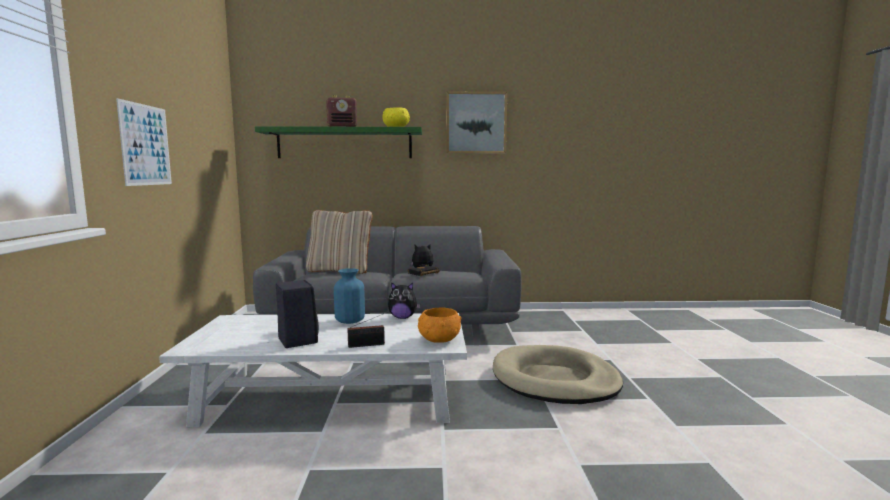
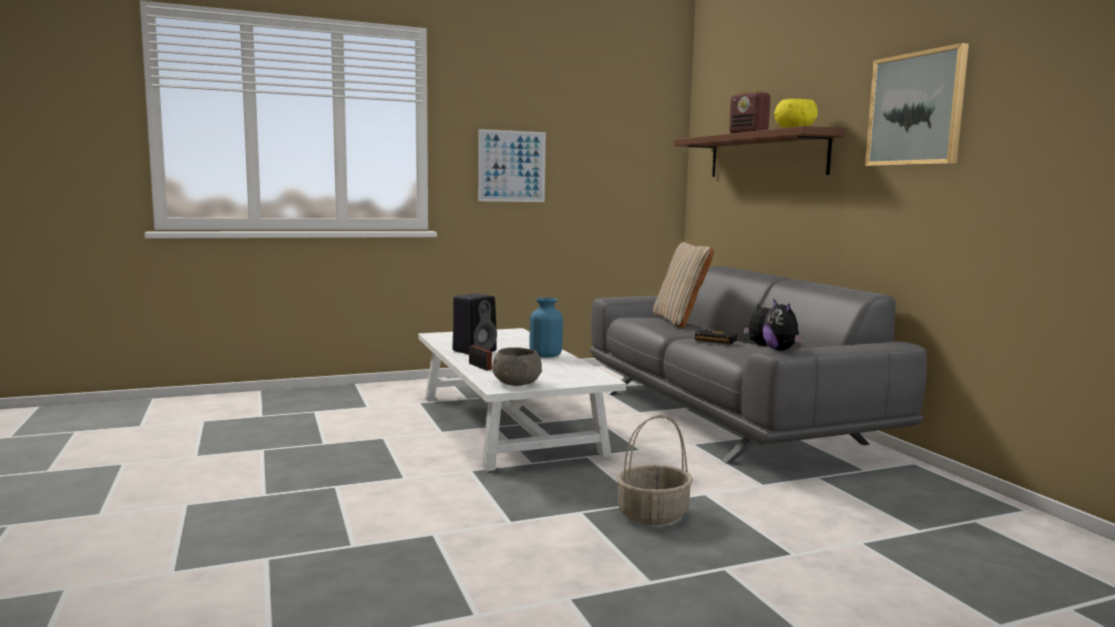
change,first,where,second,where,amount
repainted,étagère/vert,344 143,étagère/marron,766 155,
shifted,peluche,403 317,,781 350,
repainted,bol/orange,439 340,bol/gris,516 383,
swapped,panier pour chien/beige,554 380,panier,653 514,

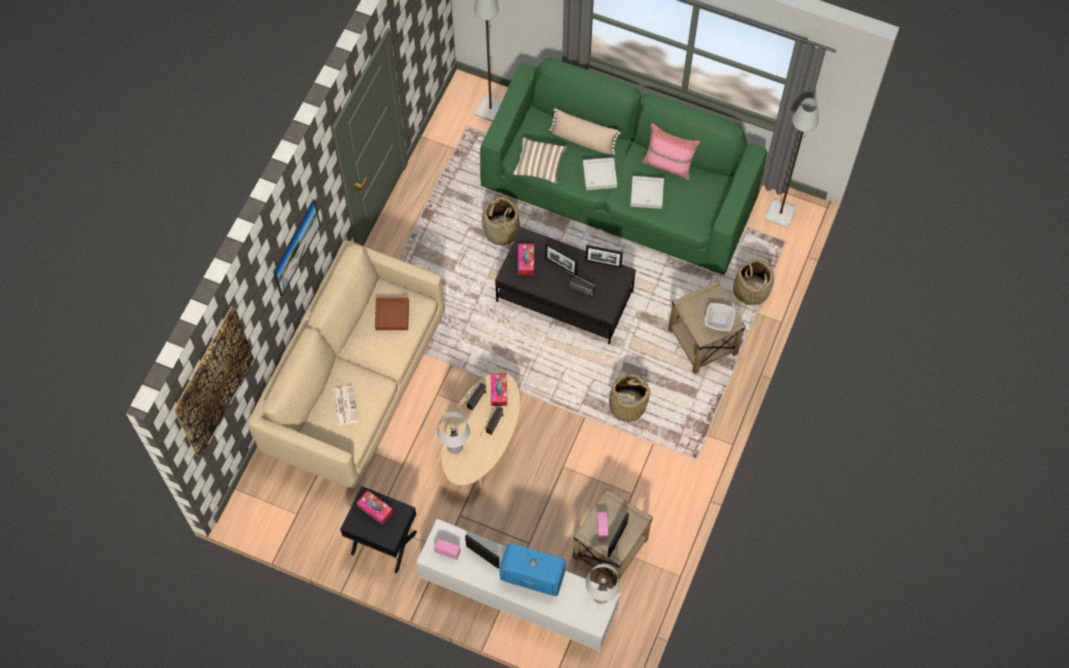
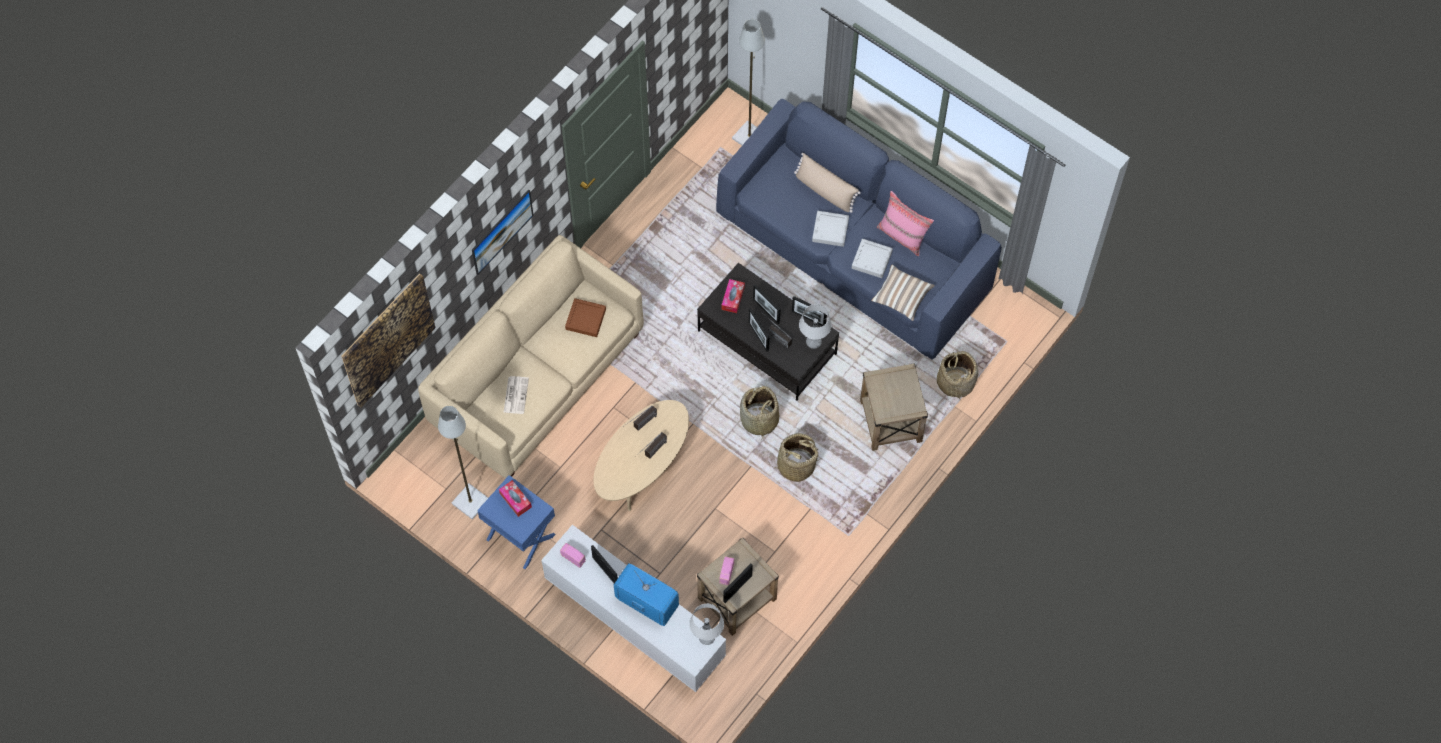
change,first,where,second,where,amount
repainted,table de chevet/noir,383 543,table de chevet/bleu,520 537,
shifted,lampe de table/gris,455 447,,813 342,
repainted,canapé/vert,619 192,canapé/bleu,853 251,
shifted,panier,501 231,,759 420,
gone,boîte à mouchoirs,498 391,,,
shifted,coussin,539 165,,902 297,
gone,bol,718 321,,,
shifted,lampadaire/gris,781 213,,471 501,
new,,,cadre photo,758 336,

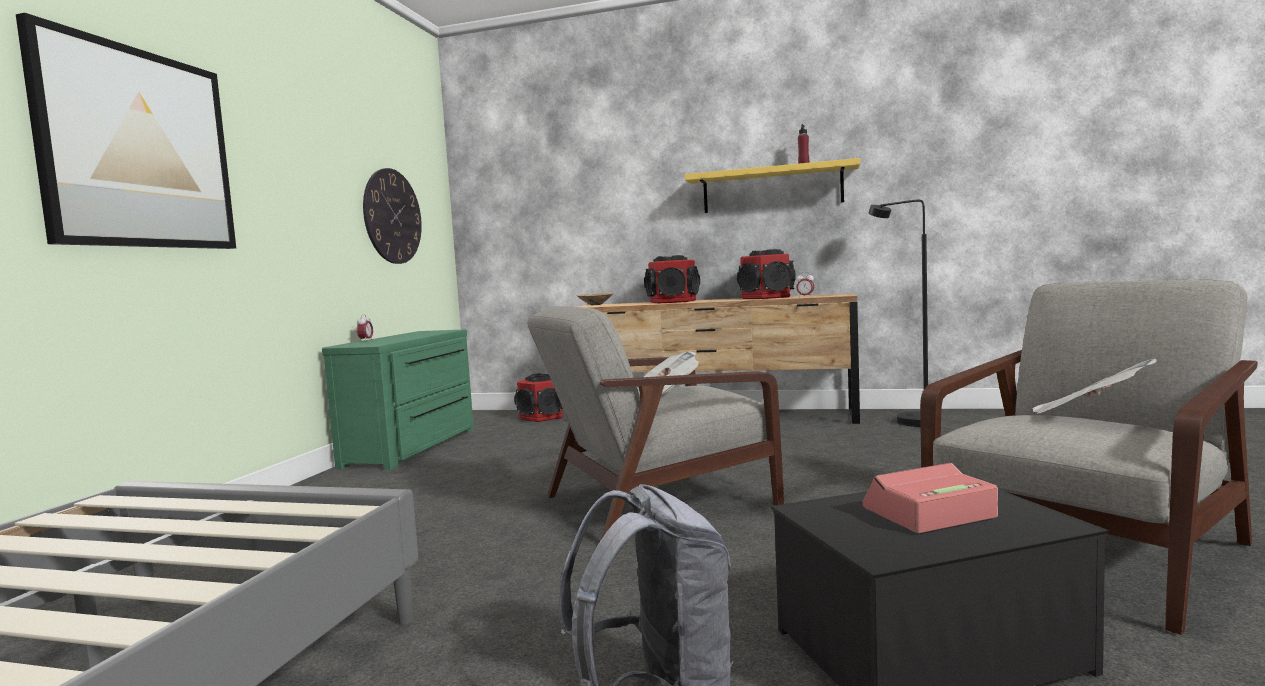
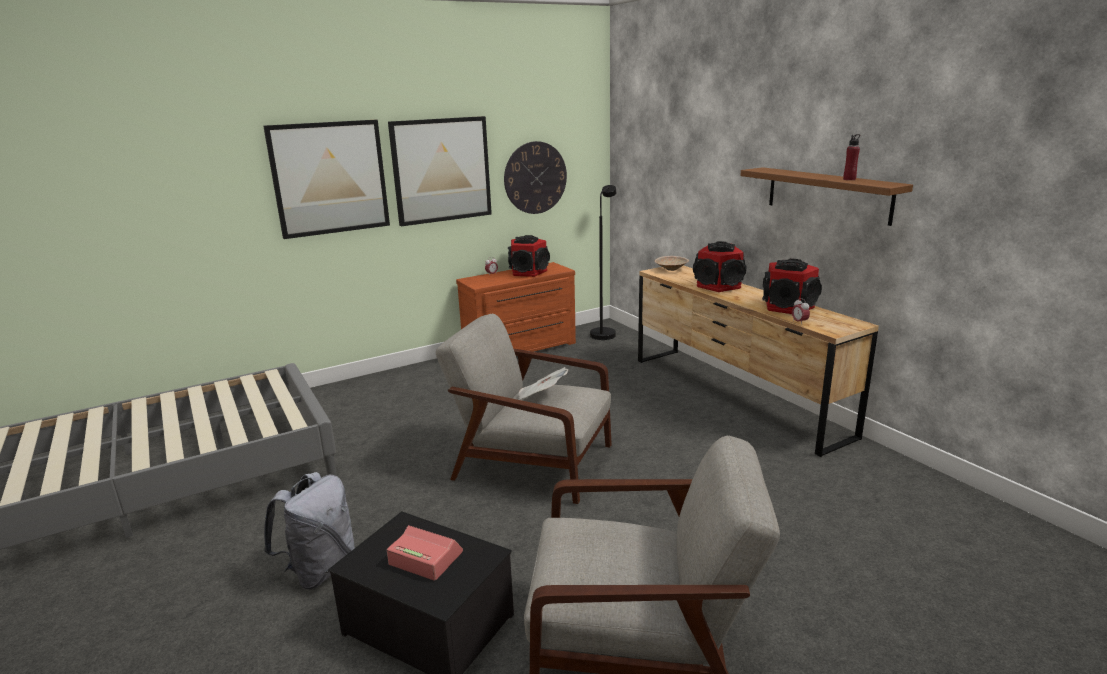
change,first,where,second,where,amount
repainted,commode/vert,414 447,commode/marron,521 349,
shifted,enceinte,543 417,,528 272,
repainted,étagère/jaune,772 189,étagère/marron,827 194,
shifted,lampadaire/noir,908 420,,604 333,
gone,journal,1087 416,,,
new,,,tableau,441 170,

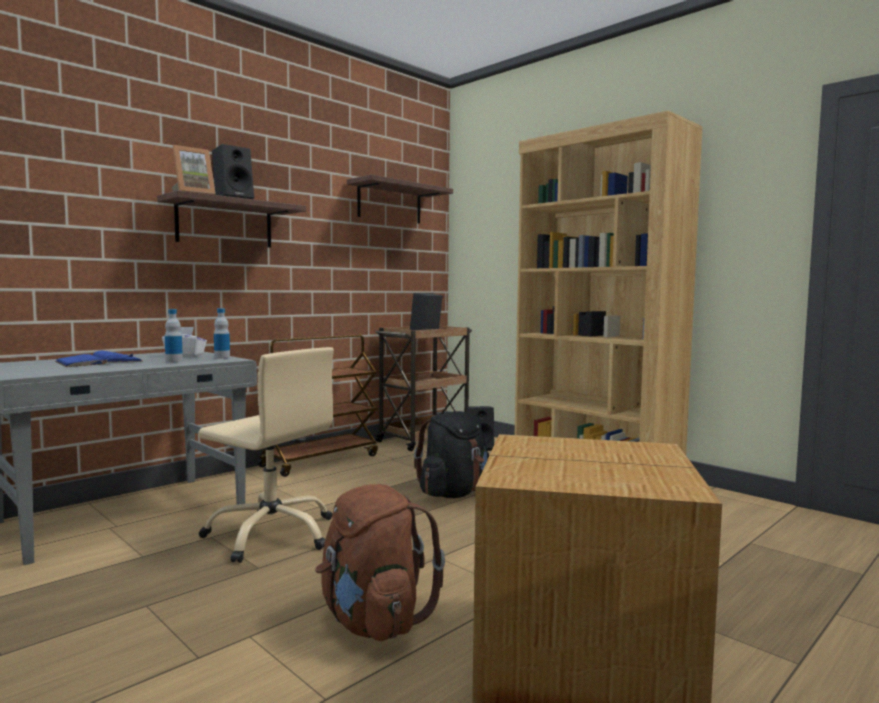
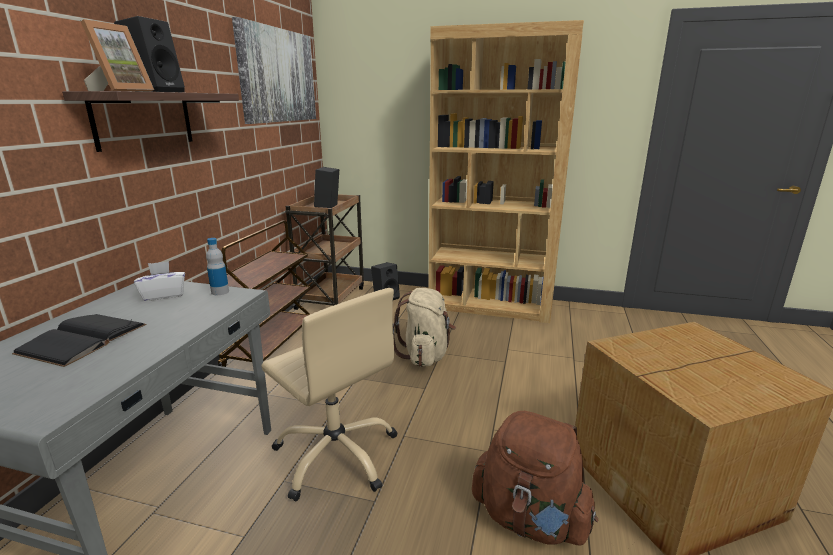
change,first,where,second,where,amount
repainted,livre/bleu,99 361,livre/noir,83 338,
gone,bouteille,174 361,,,
rotated,chaise de bureau/beige,272 534,,337 454,45 degrees clockwise
swapped,étagère,389 203,tableau,278 76,
repainted,sac à dos/noir,454 493,sac à dos/beige,425 355,

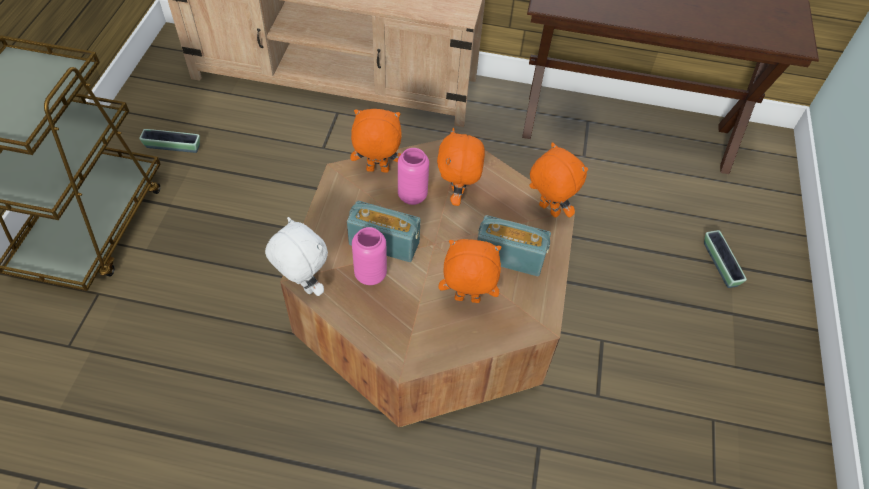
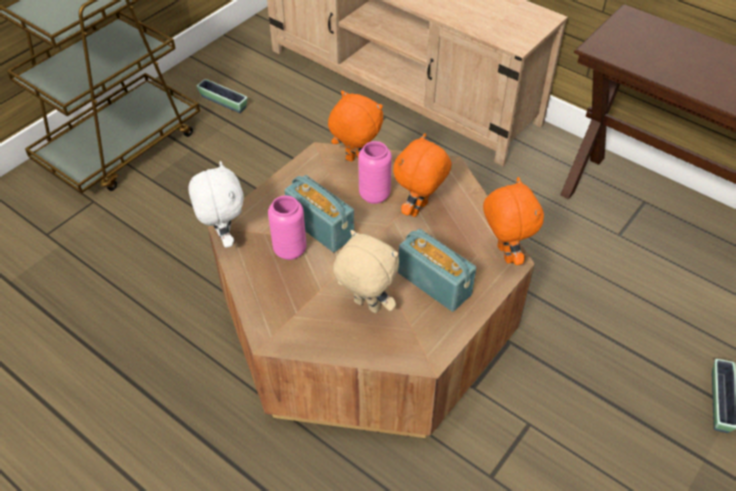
change,first,where,second,where,amount
repainted,peluche/orange,466 300,peluche/beige,365 306,

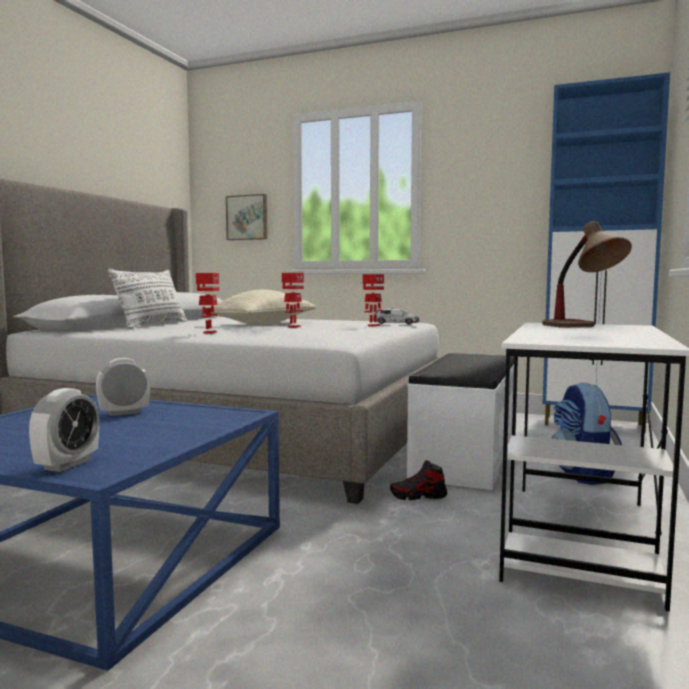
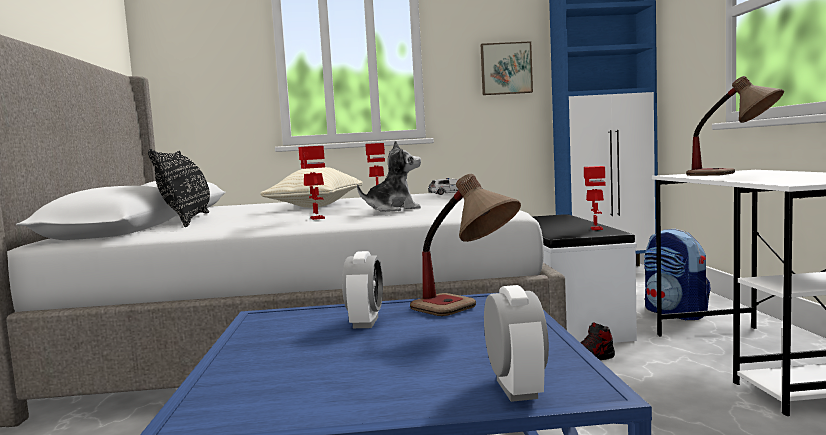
change,first,where,second,where,amount
rotated,réveil,124 413,,365 322,150 degrees clockwise
repainted,coussin/blanc,152 325,coussin/noir,187 220,
shifted,tableau,247 217,,506 68,
shifted,robot jouet,373 325,,595 229,
new,,,peluche,393 209,
new,,,lampe de table,467 312,

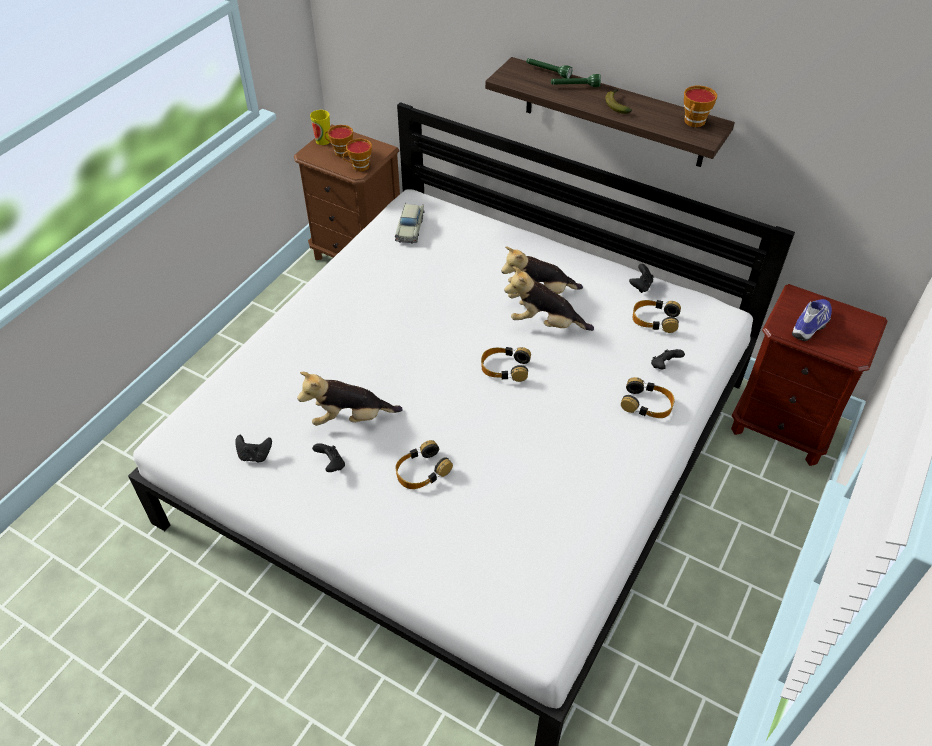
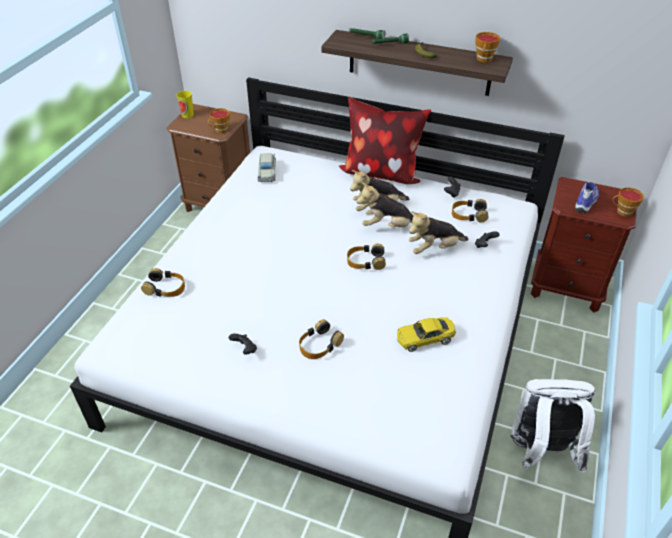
change,first,where,second,where,amount
gone,manette/noir,255 455,,,
shifted,peluche,350 418,,434 248,
shifted,tasse,340 152,,622 212,
shifted,casque audio,647 404,,165 288,
new,,,coussin,381 172,
new,,,petite voiture/jaune,425 338,
new,,,sac à dos/blanc,541 450,

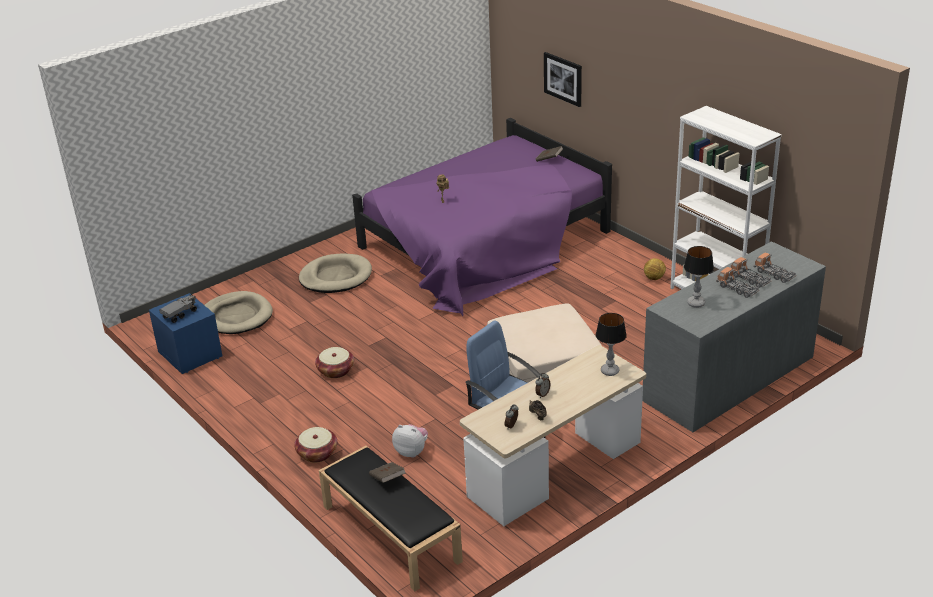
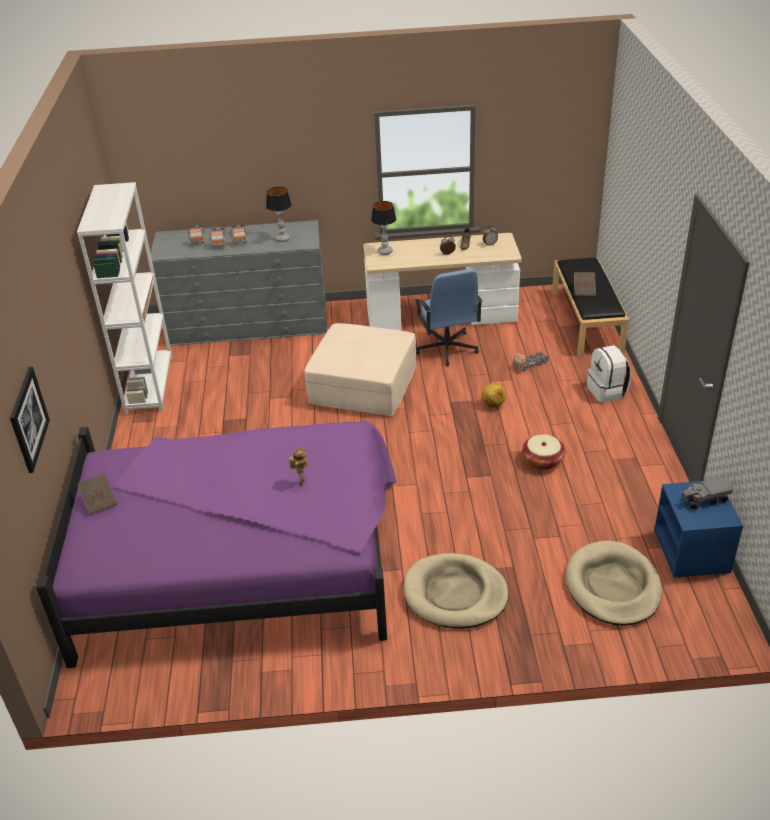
change,first,where,second,where,amount
swapped,panier,317 453,sac à dos/blanc,607 391,
swapped,peluche,411 451,camion jouet,530 364,
shifted,ballon de foot,654 278,,493 404,

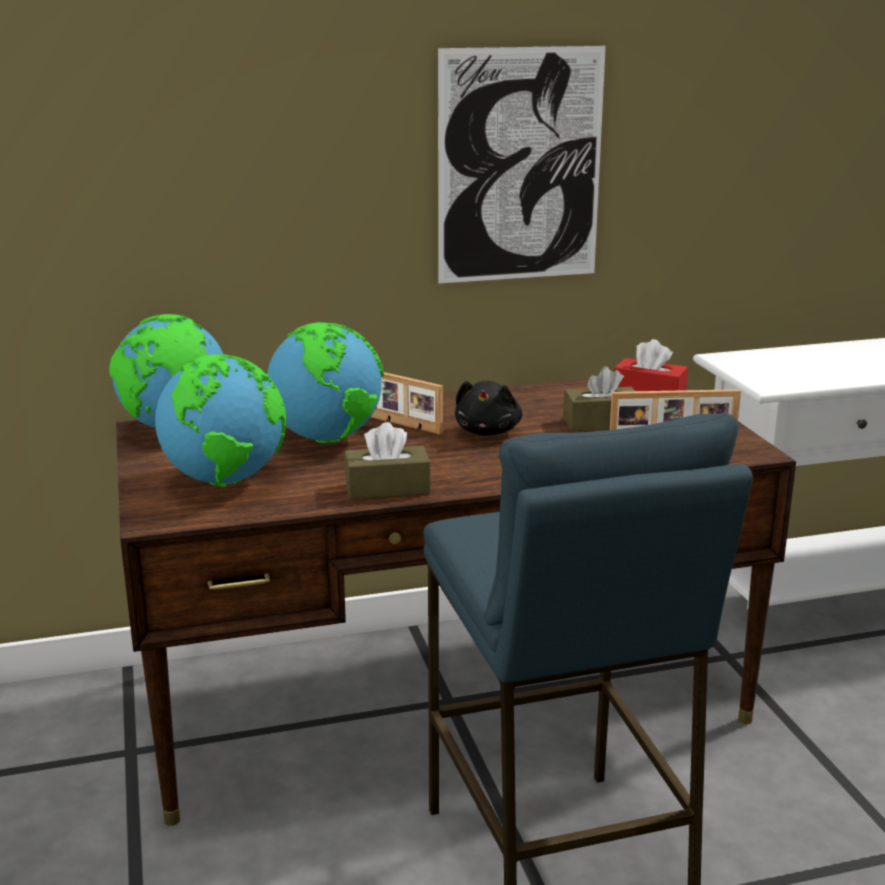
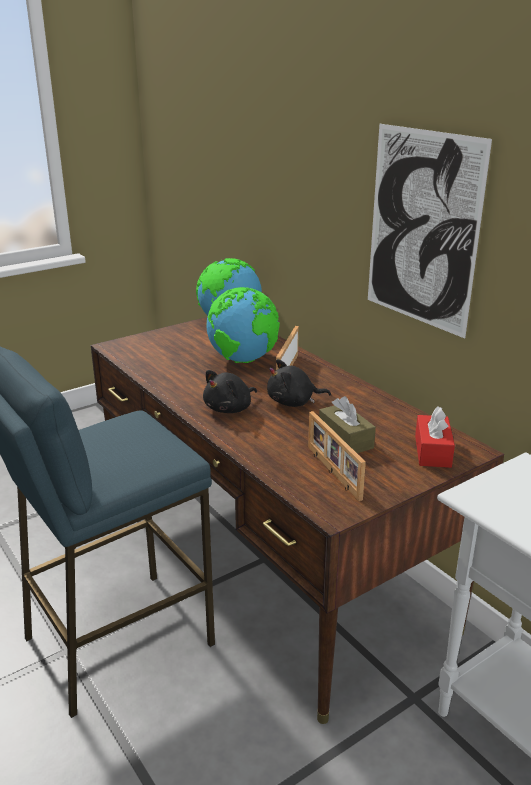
change,first,where,second,where,amount
gone,globe,226 481,,,
gone,boîte à mouchoirs/marron,387 488,,,
new,,,peluche/noir,230 408,

